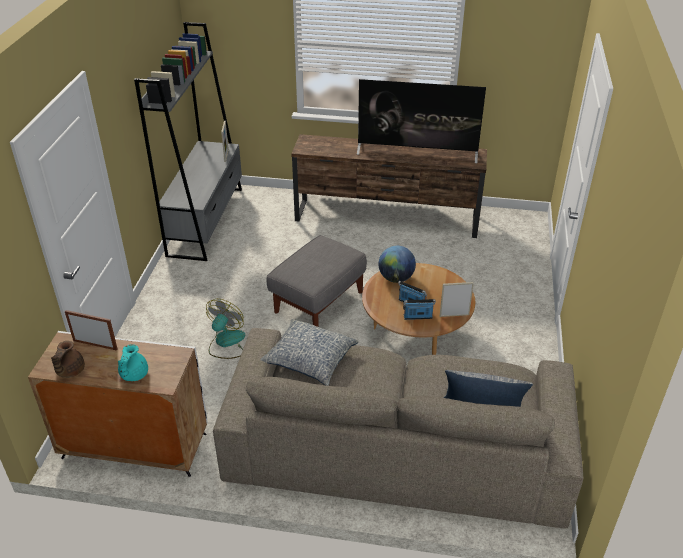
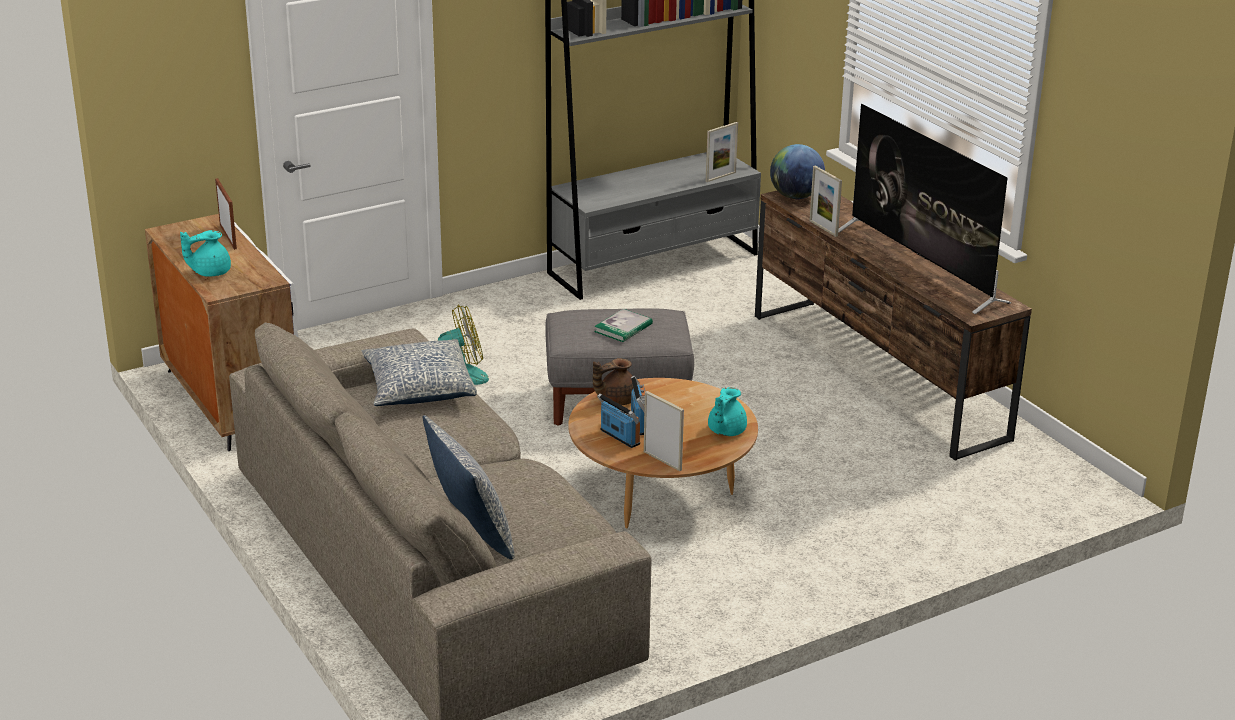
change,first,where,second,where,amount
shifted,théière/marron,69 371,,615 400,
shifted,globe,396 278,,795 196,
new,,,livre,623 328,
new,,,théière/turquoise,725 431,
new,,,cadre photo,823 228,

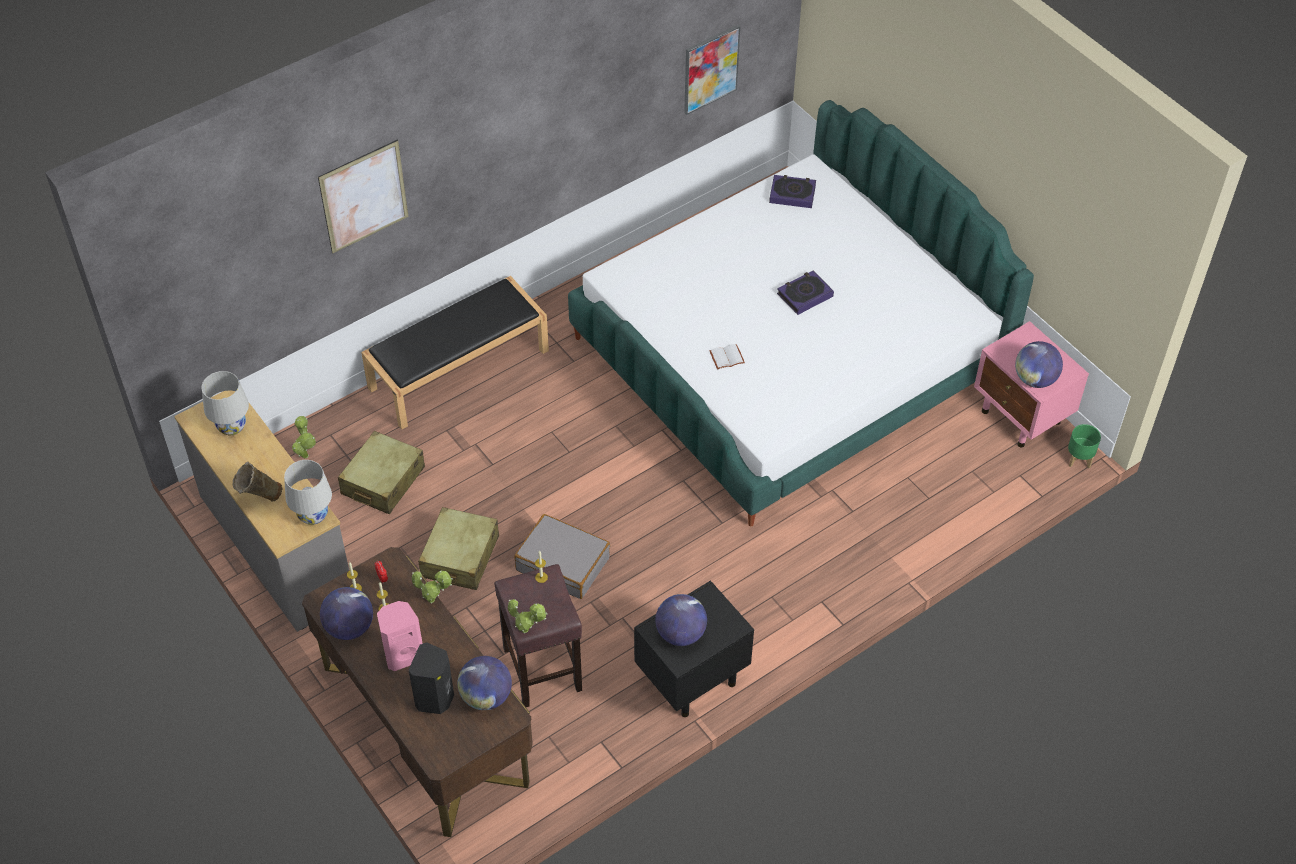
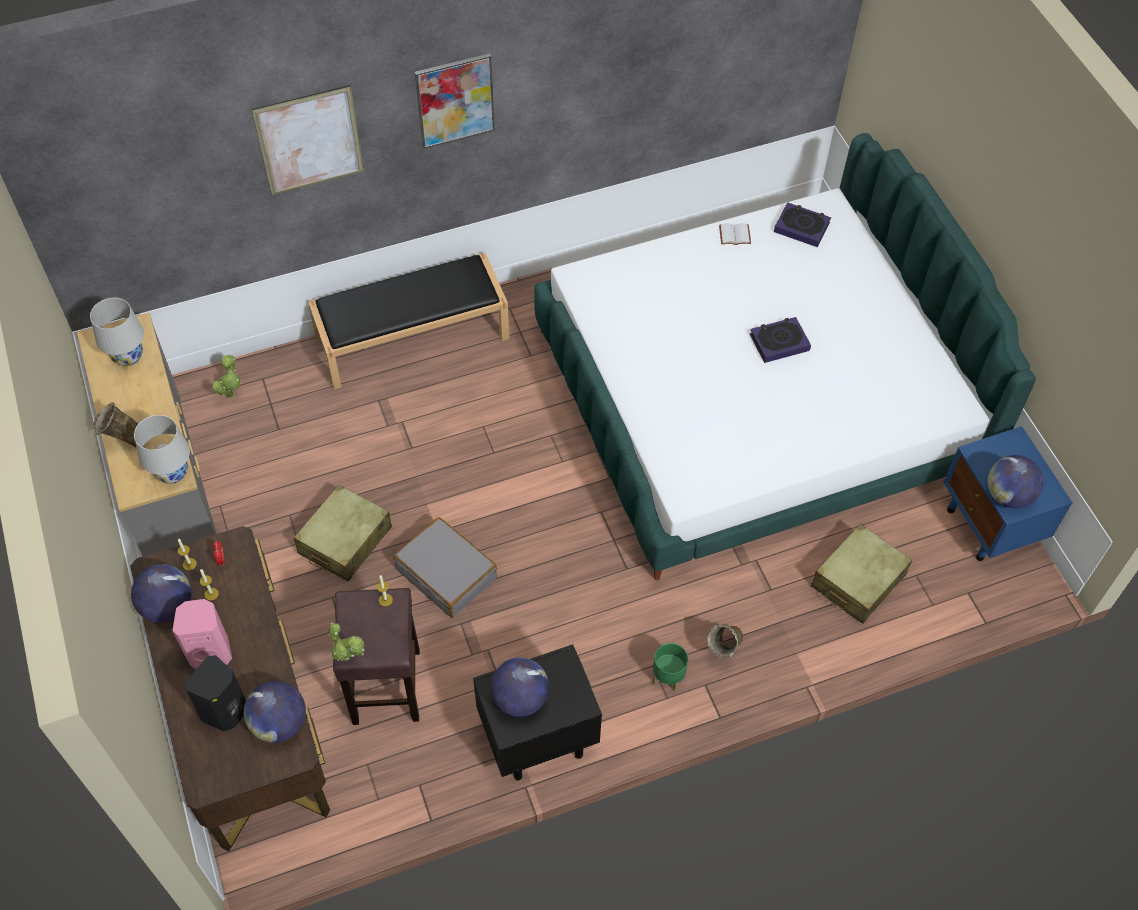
change,first,where,second,where,amount
shifted,valise/beige,383 481,,857 581,
gone,plante en pot,434 600,,,
shifted,tableau,711 69,,455 100,
shifted,livre/blanc,727 356,,735 234,
repainted,table de chevet/rose,1022 417,table de chevet/bleu,989 526,
shifted,cache-pot/vert,1079 459,,668 677,
new,,,vase/beige,723 652,

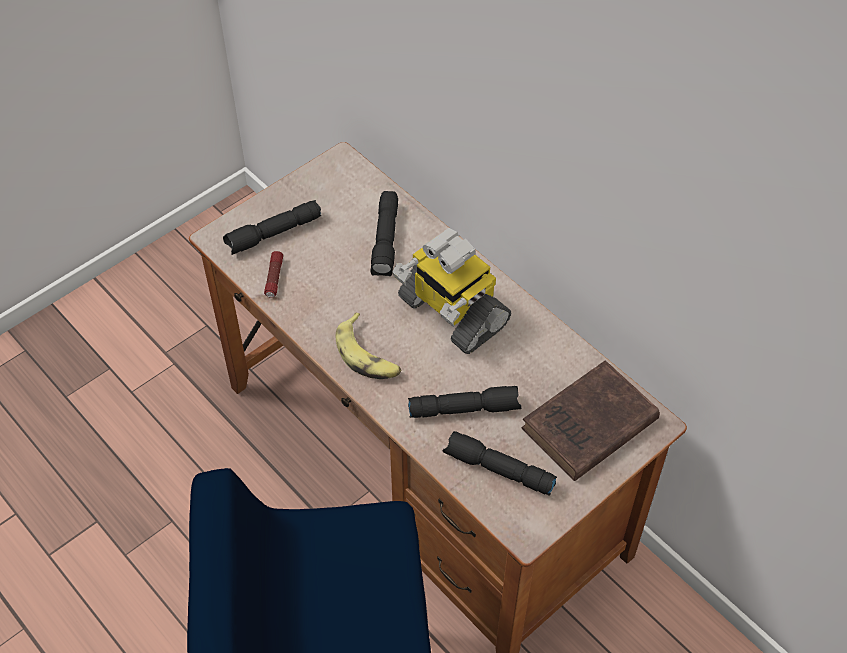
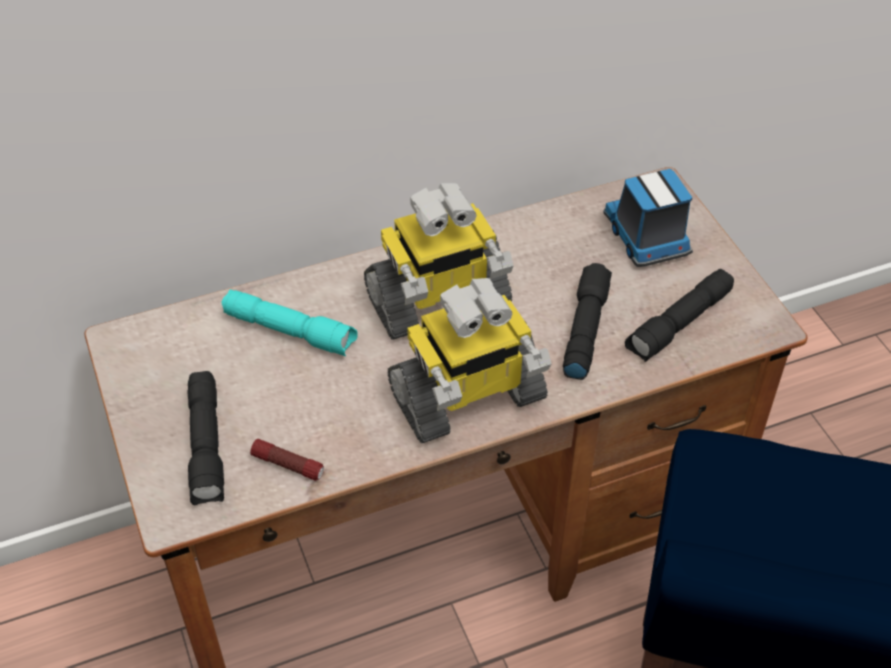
change,first,where,second,where,amount
swapped,banane,368 355,robot jouet,467 398,
repainted,lampe de poche/noir,386 241,lampe de poche/turquoise,291 331,
swapped,livre/marron,586 427,camion jouet,646 237,

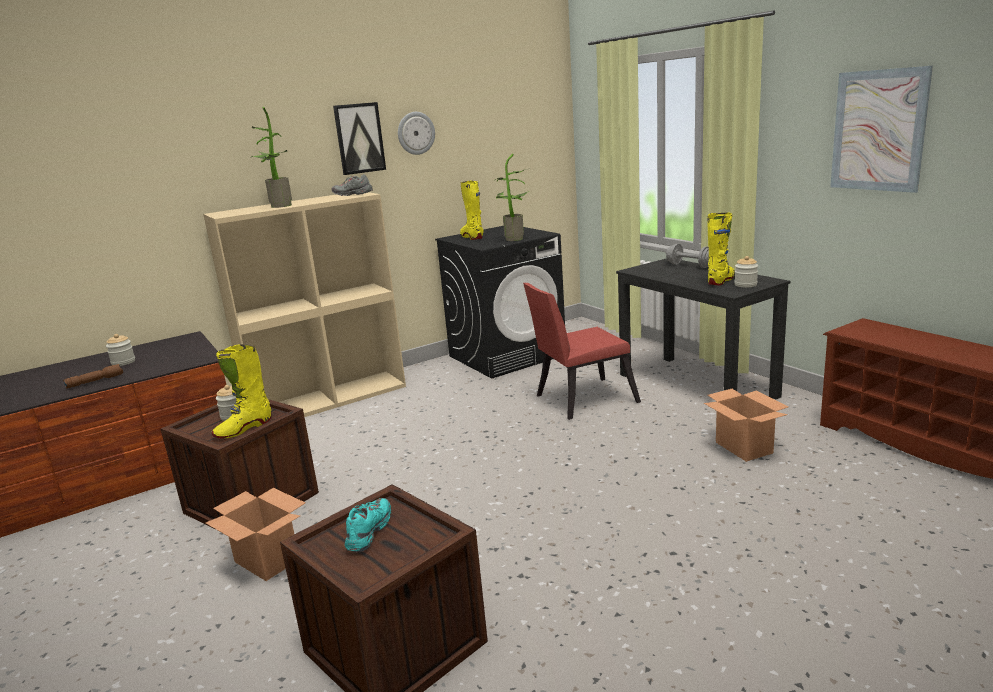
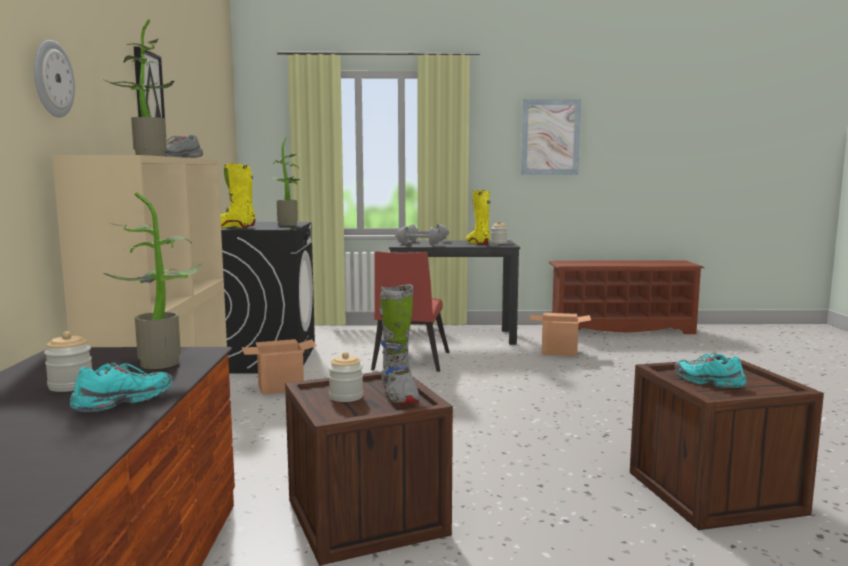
change,first,where,second,where,amount
swapped,lampe de poche/marron,95 381,chaussure/turquoise,123 403,
shifted,carton,266 561,,280 388,
repainted,botte/jaune,243 429,botte/gris,399 396,
shifted,horloge murale,415 133,,52 79,
new,,,plante en pot,163 362,
new,,,haltère/gris,418 244,

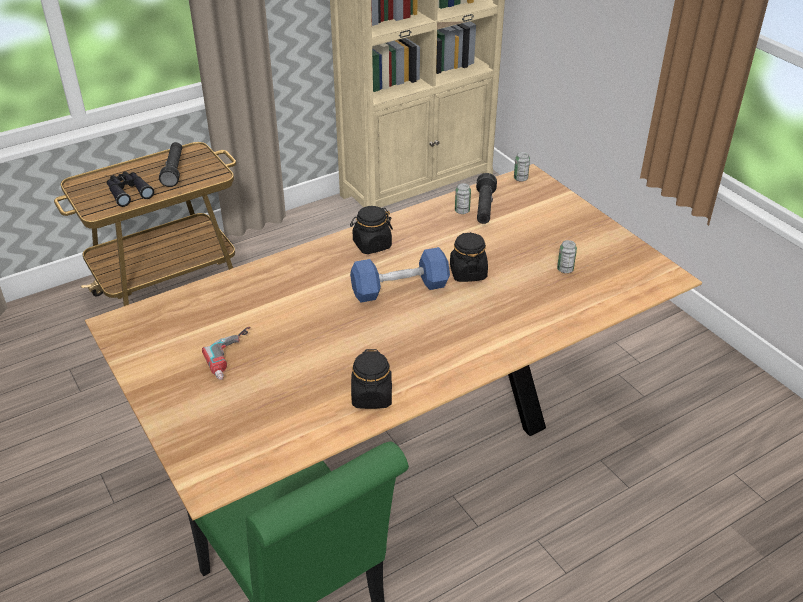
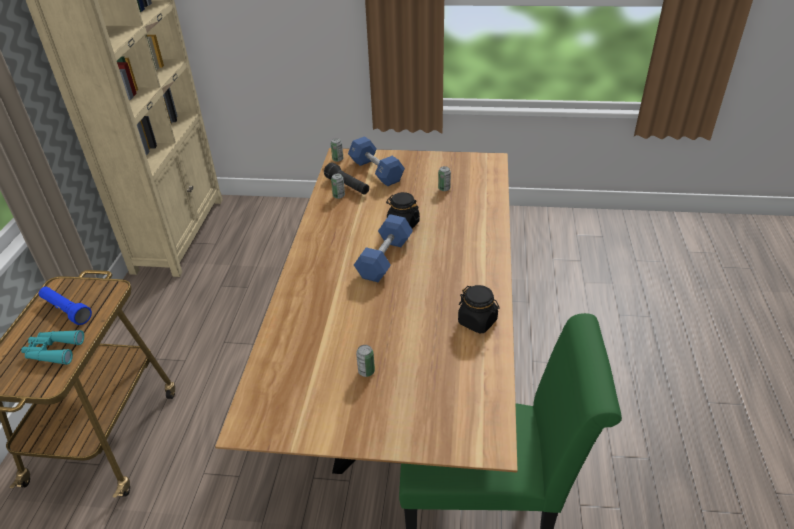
change,first,where,second,where,amount
repainted,jumelles/noir,128 192,jumelles/turquoise,53 351,
repainted,lampe de poche/noir,174 170,lampe de poche/bleu,66 310,
swapped,perceuse,234 357,boîte métallique,366 371,
gone,bocal/noir,372 245,,,
new,,,haltère/bleu,376 171,

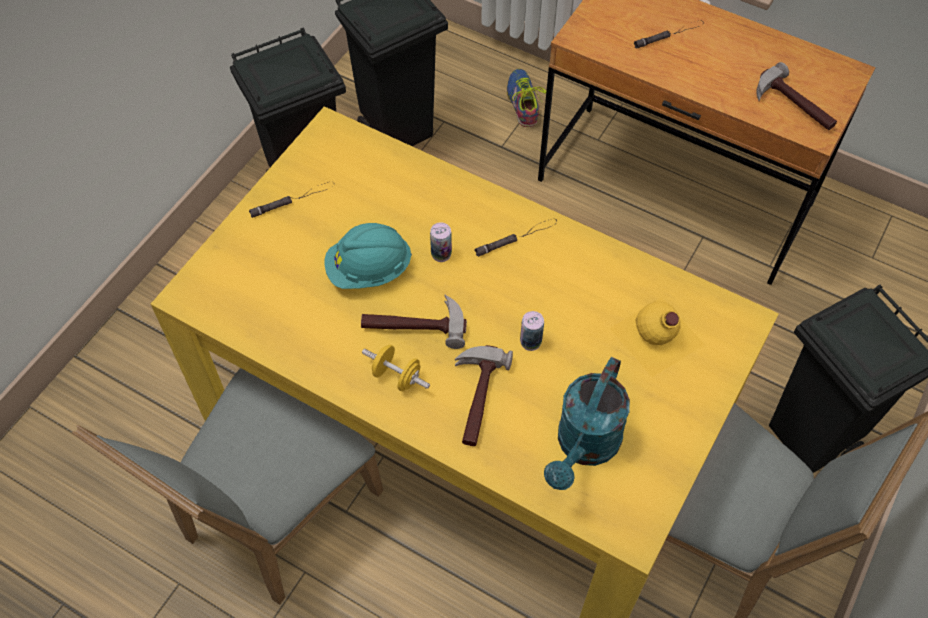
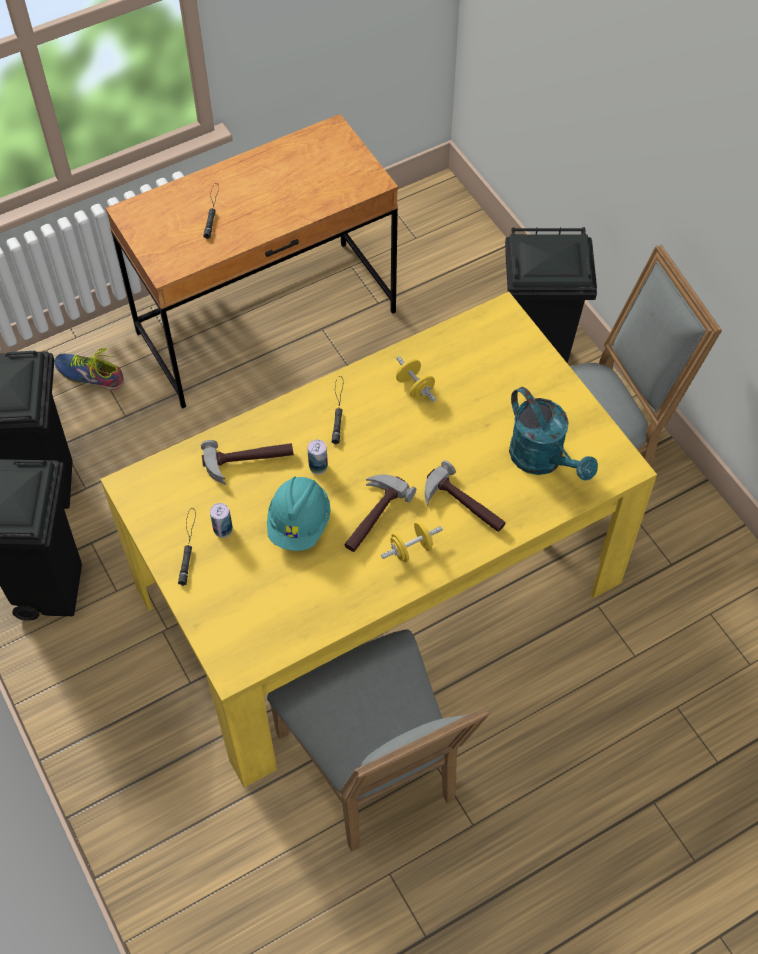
change,first,where,second,where,amount
shifted,boîte métallique,530 342,,223 530,
gone,bouteille/jaune,656 337,,,
shifted,marteau,792 106,,248 463,
new,,,haltère/jaune,415 387,

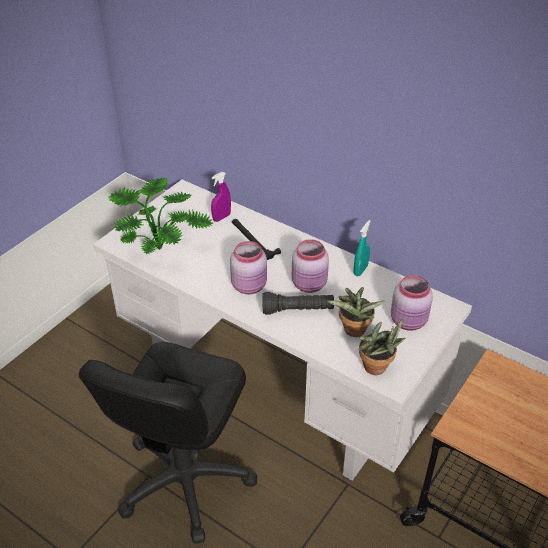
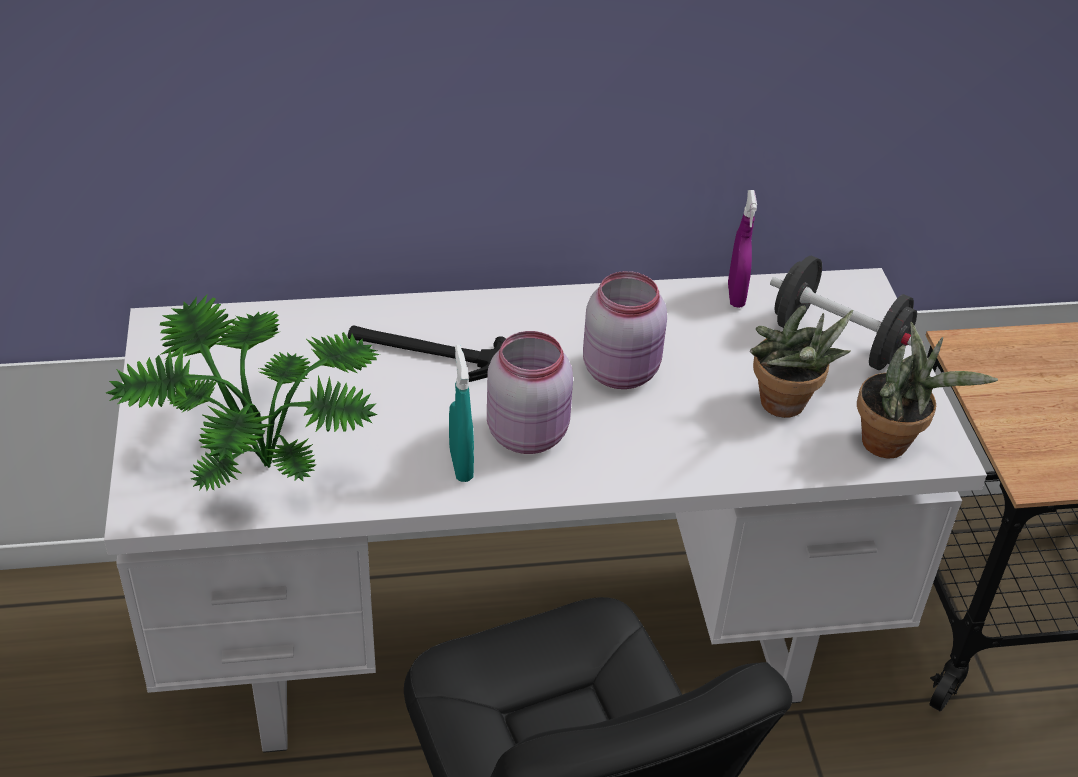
change,first,where,second,where,amount
shifted,vaporisateur/violet,221 217,,736 295,
gone,lampe de poche/noir,297 310,,,
shifted,vaporisateur/turquoise,360 270,,461 465,
swapped,bocal/rose,409 321,haltère/noir,837 342,

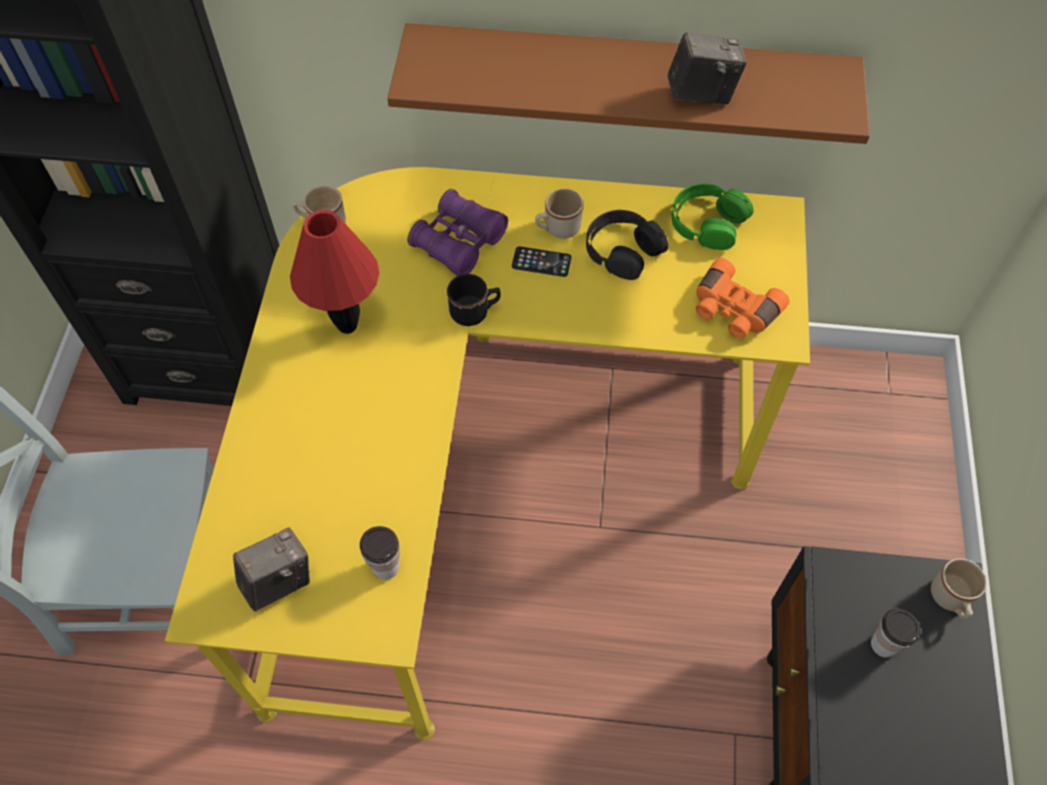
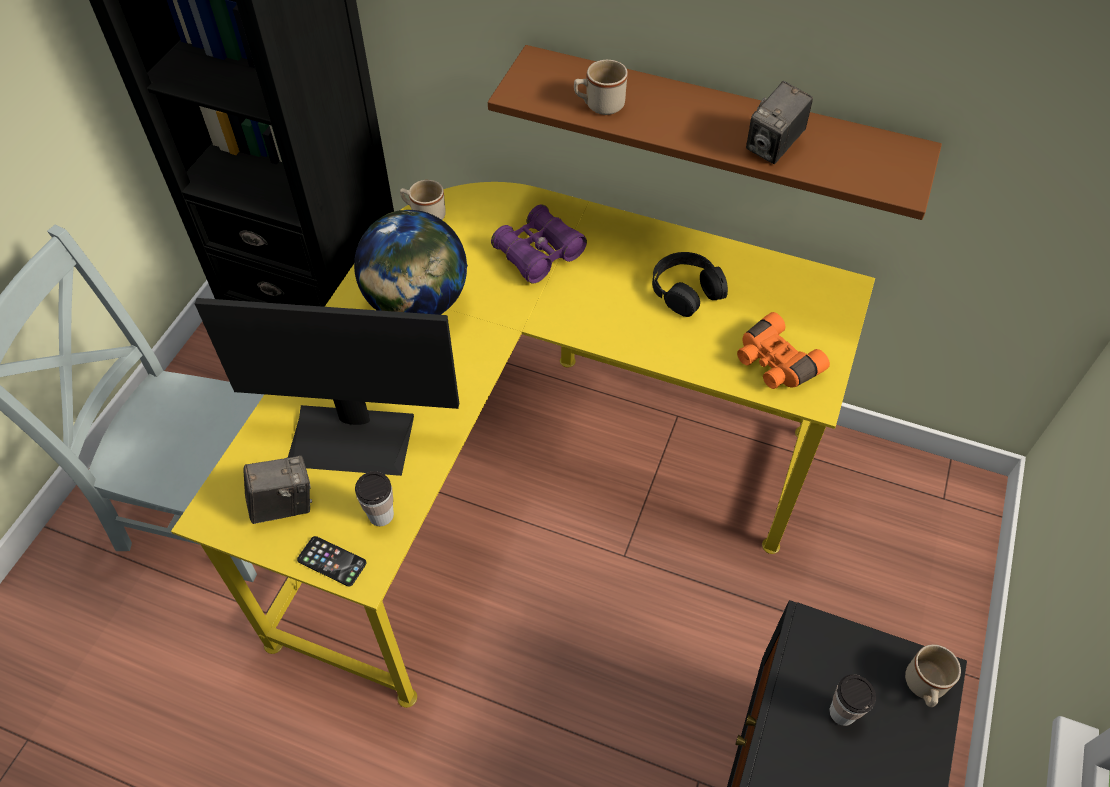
change,first,where,second,where,amount
swapped,lampe de table/rouge,347 326,globe,417 304,
gone,mug/noir,475 312,,,
shifted,téléphone,541 262,,332 561,
shifted,mug/beige,557 228,,599 105,
rotated,appareil photo,701 93,,773 147,120 degrees clockwise
gone,casque audio/vert,707 223,,,
new,,,écran d'ordinateur,352 438,

